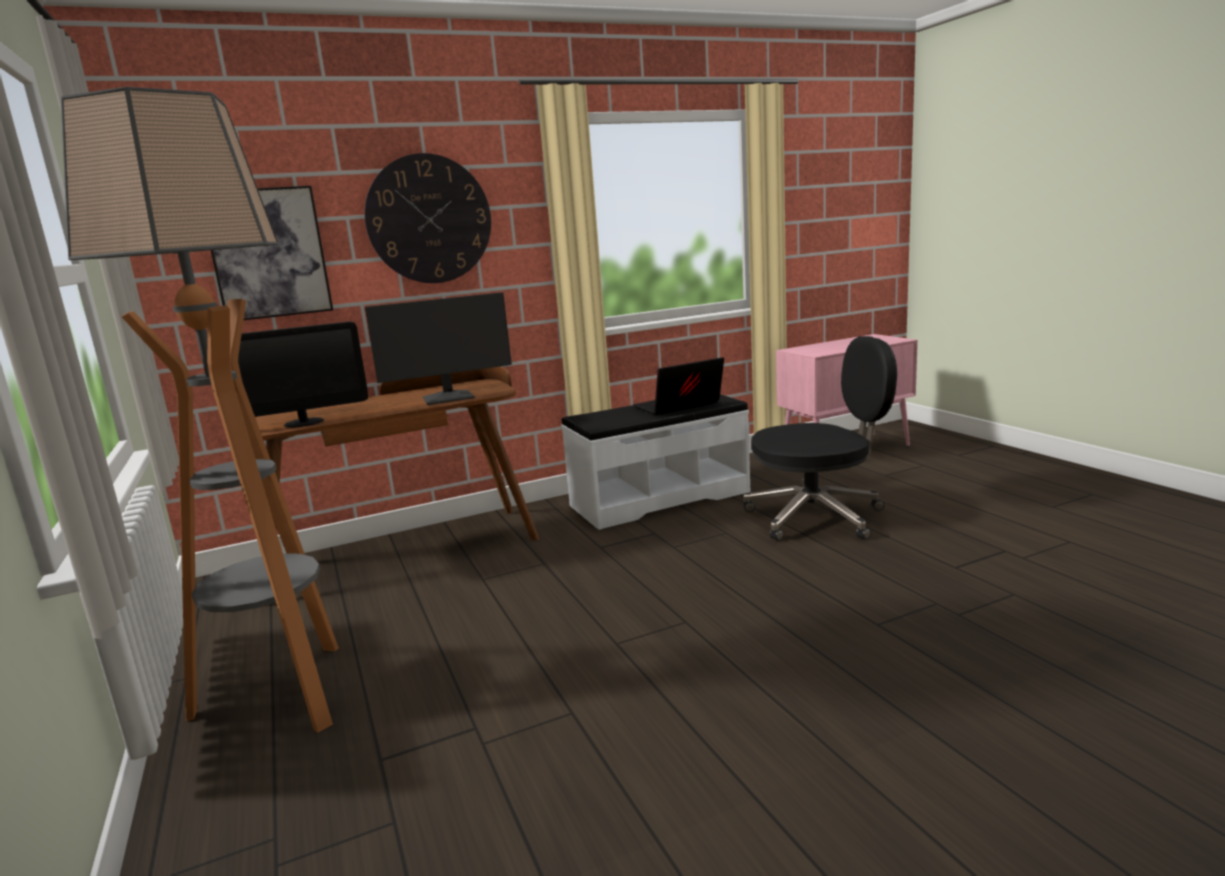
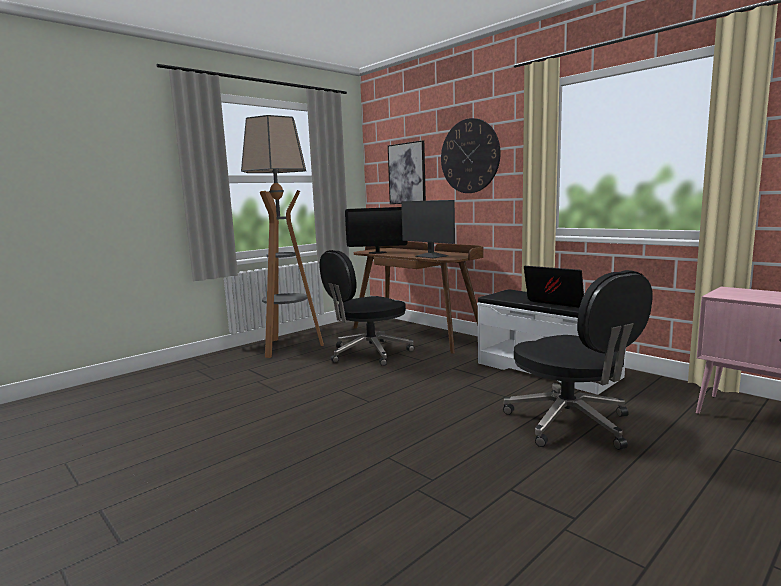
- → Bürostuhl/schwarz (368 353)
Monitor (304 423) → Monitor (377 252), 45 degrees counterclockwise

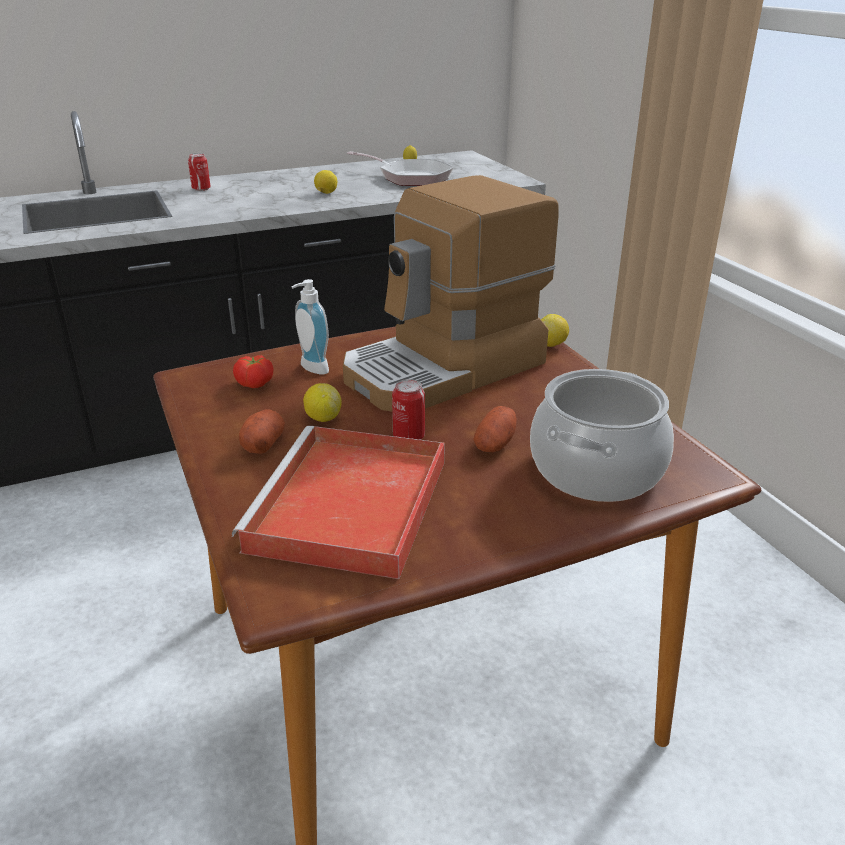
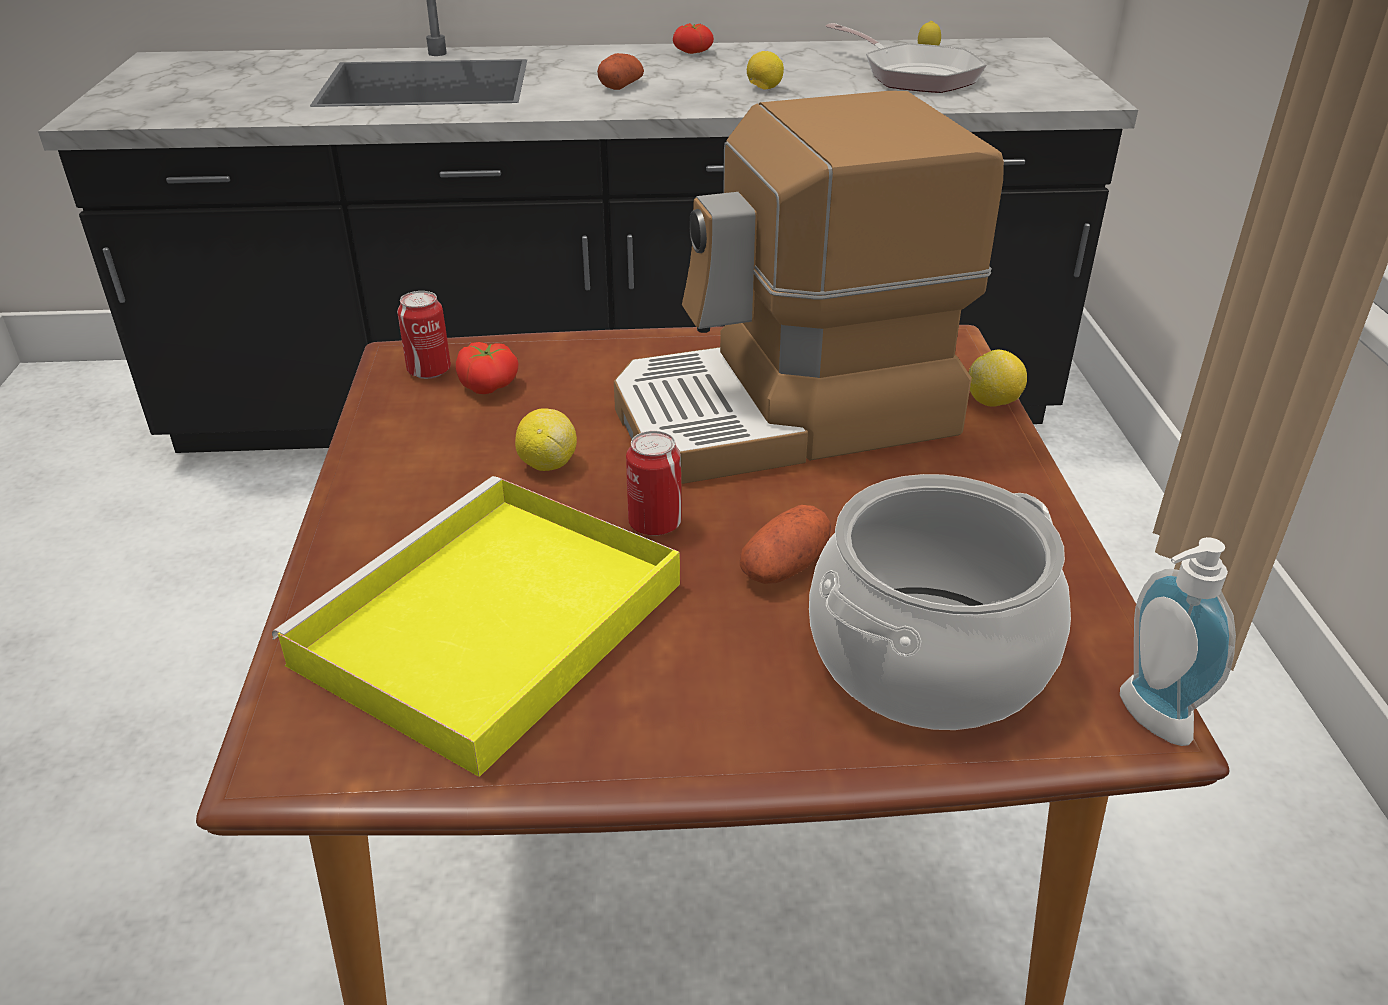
- → Tomate (692 51)
Dose (201 189) → Dose (429 371), move
Kartoffel (263 444) → Kartoffel (621 86), move
Seifenspender (311 369) → Seifenspender (1146 719), move
Tablett/rot (349 507) → Tablett/gelb (487 628)

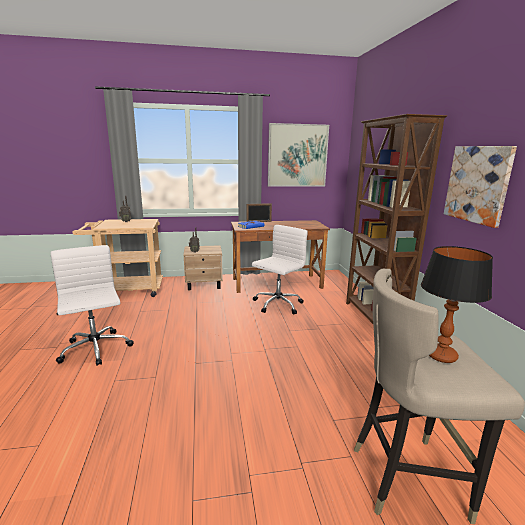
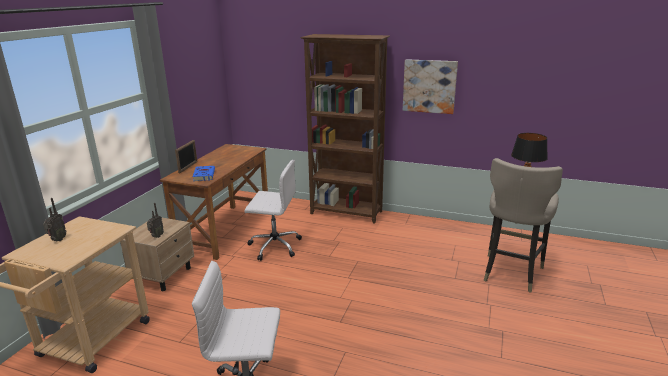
Bild (297 155) → -
Bürostuhl/weiß (277 305) → Bürostuhl/weiß (274 246), 120 degrees clockwise

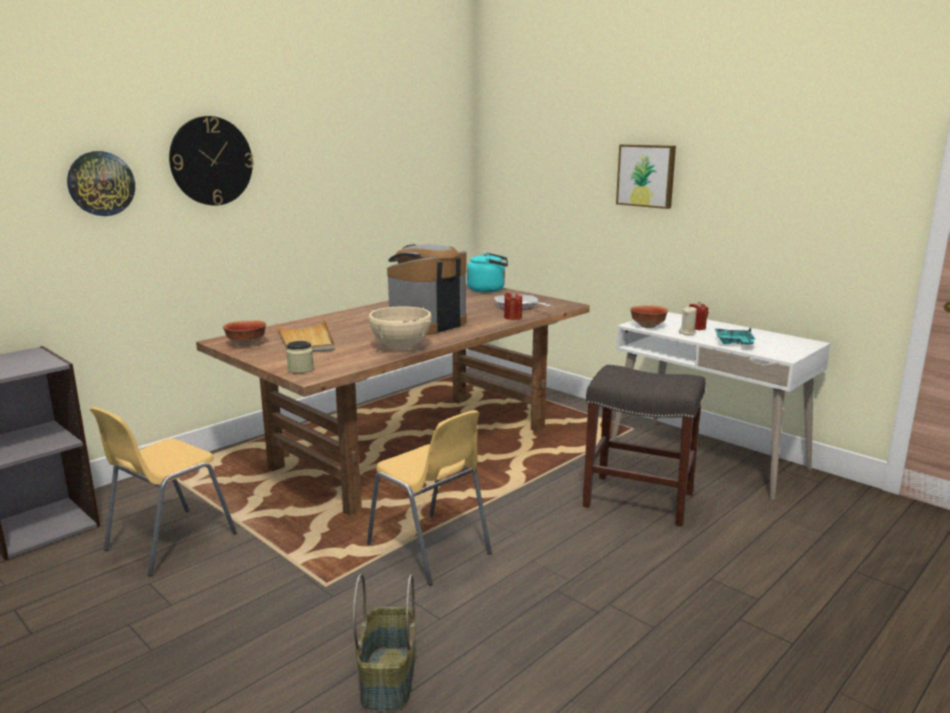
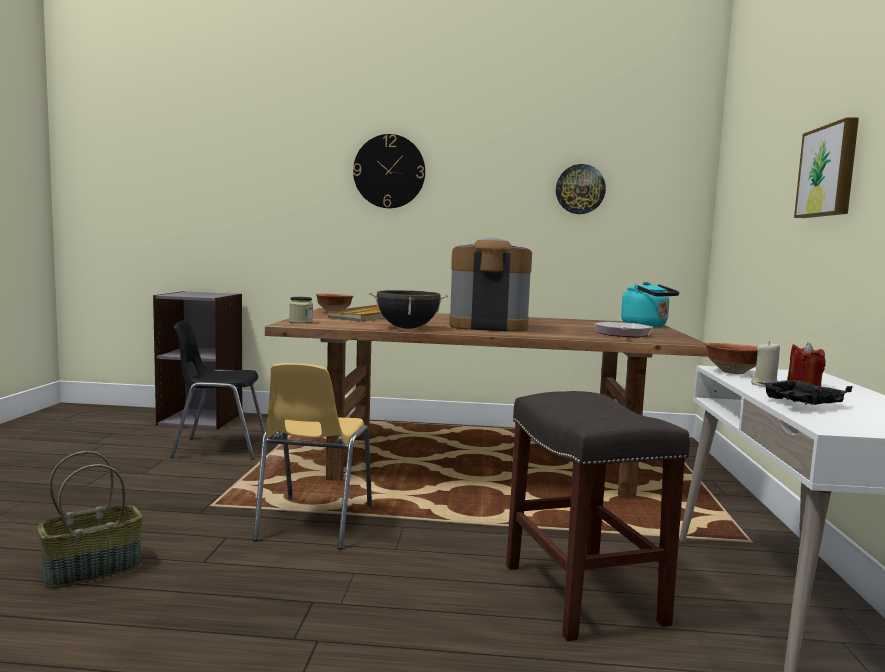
Kerze/rot (513 317) → -
Wanduhr (101 183) → Wanduhr (580 189), move
Stuhl/gelb (169 542) → Stuhl/schwarz (219 448)
Kochtopf/beige (401 347) → Kochtopf/schwarz (407 328)
Tablett/türkis (734 343) → Tablett/schwarz (800 403)

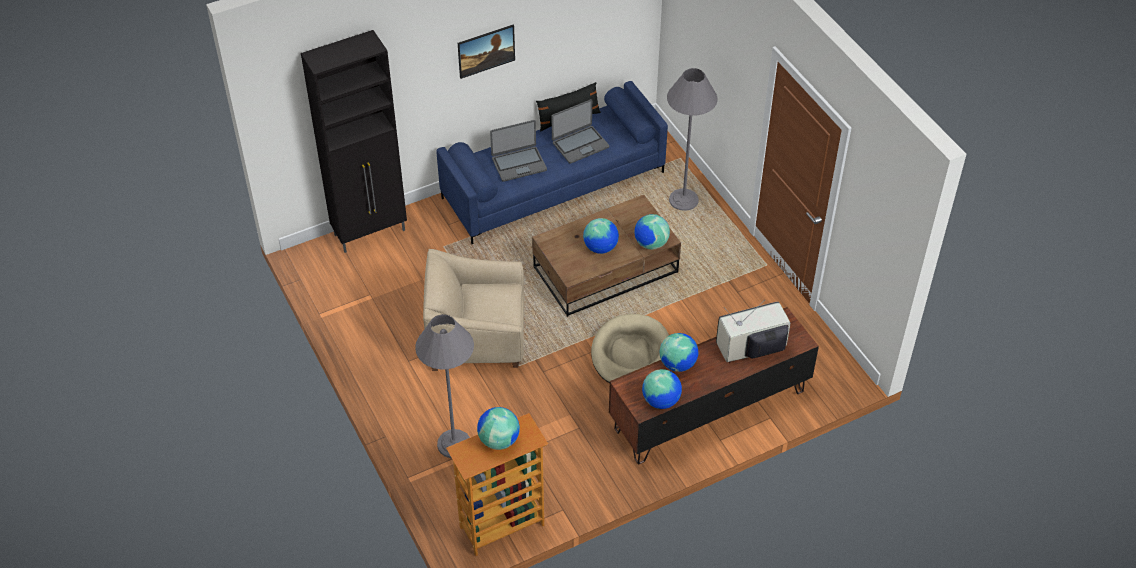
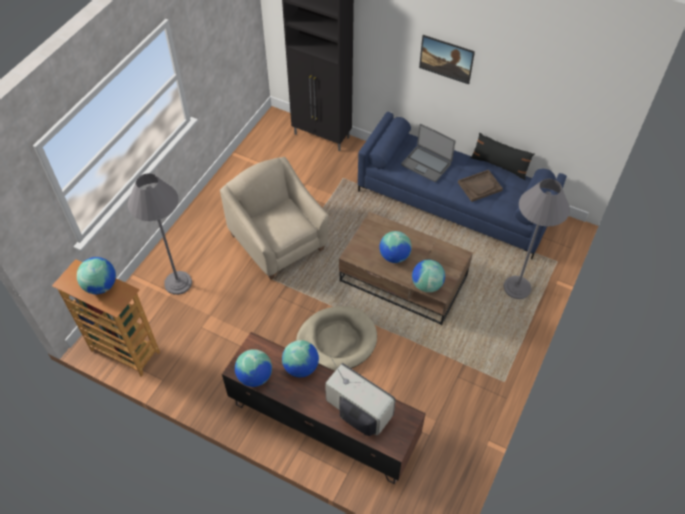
Laptop (580 144) → Tablett/braun (480 186)

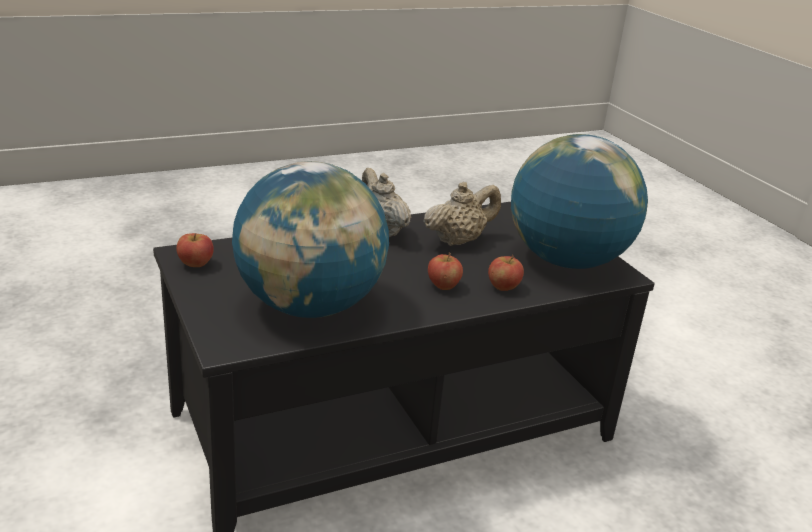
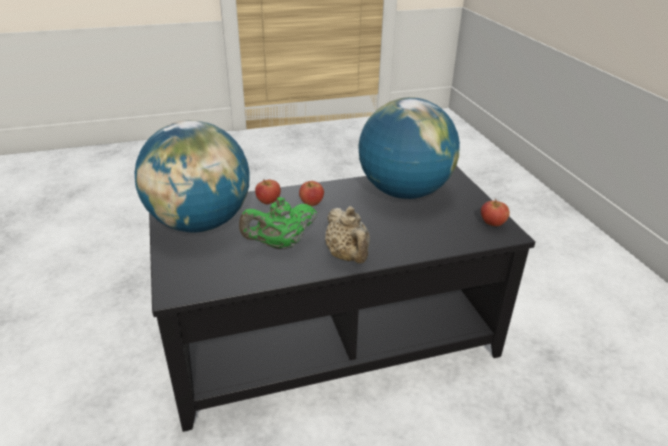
Teekanne/beige (458 240) → Teekanne/grün (280 245)

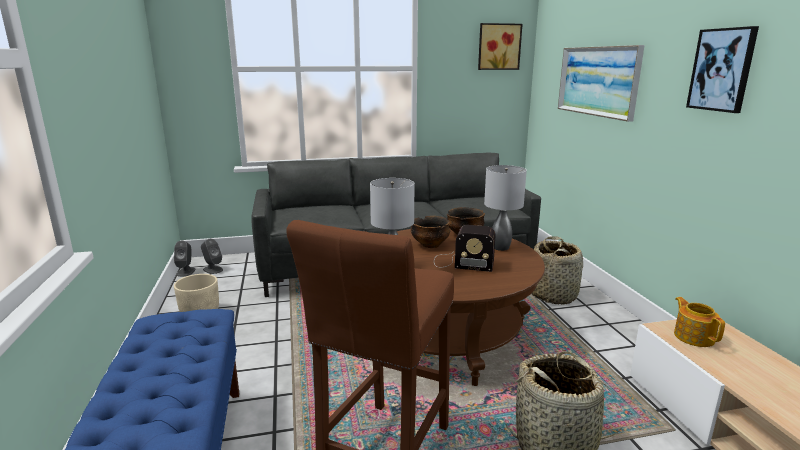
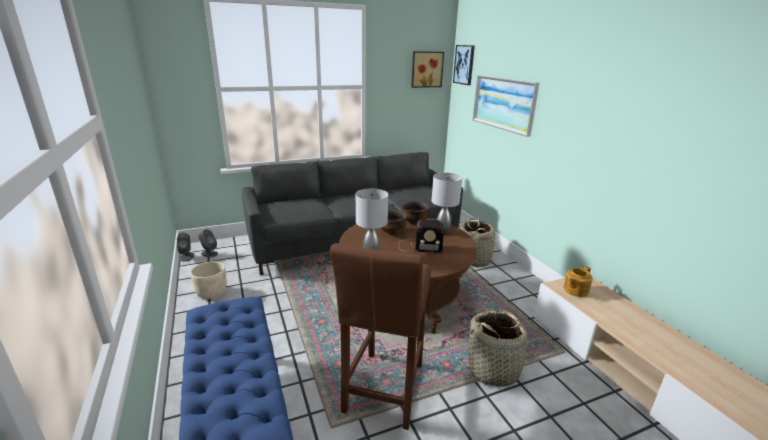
Bild (722 70) → Bild (464 64), move
Teekanne (693 336) → Teekanne (575 290), 105 degrees counterclockwise

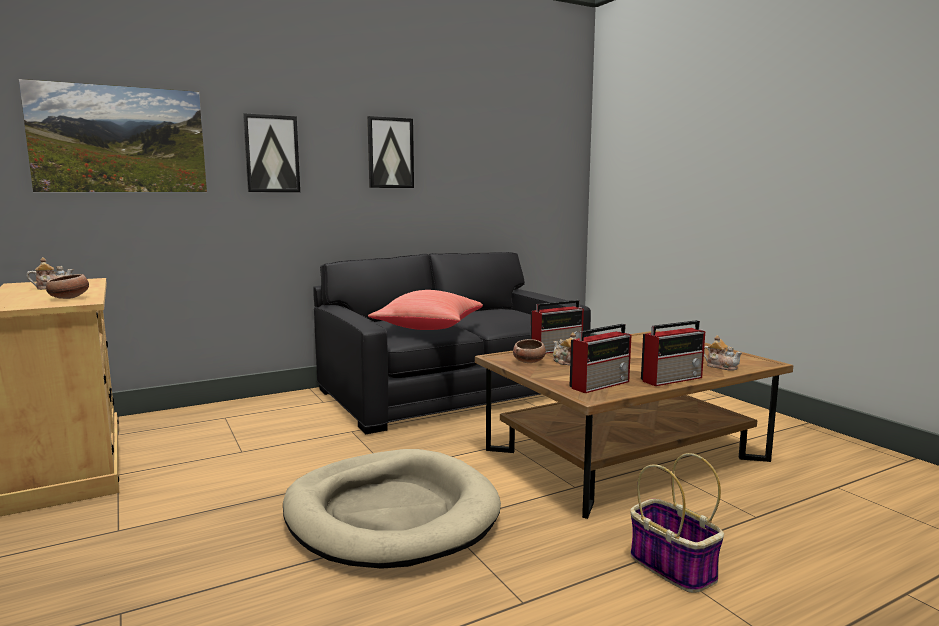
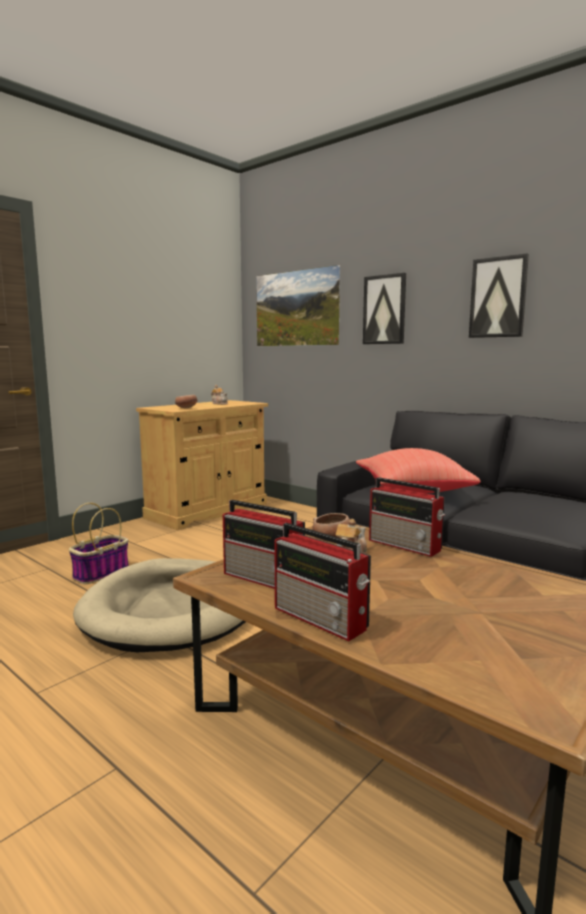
Teekanne (721 366) → -
Korb (670 566) → Korb (101 573), move

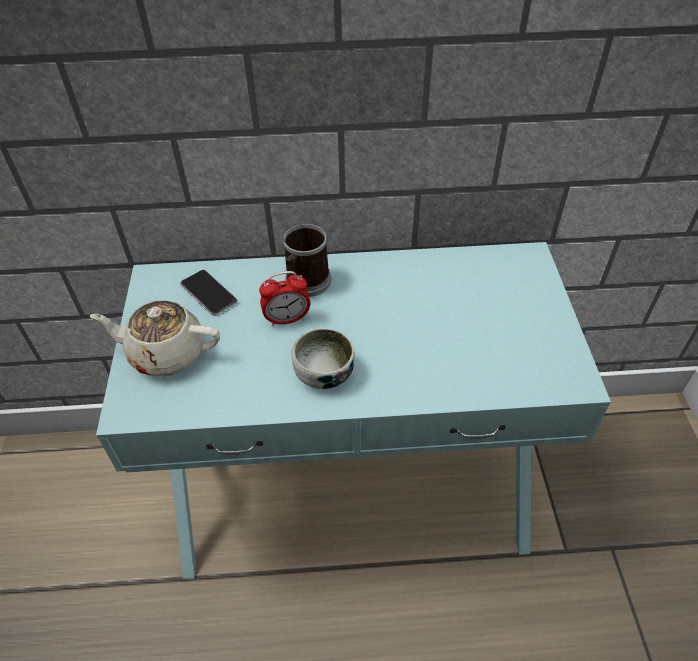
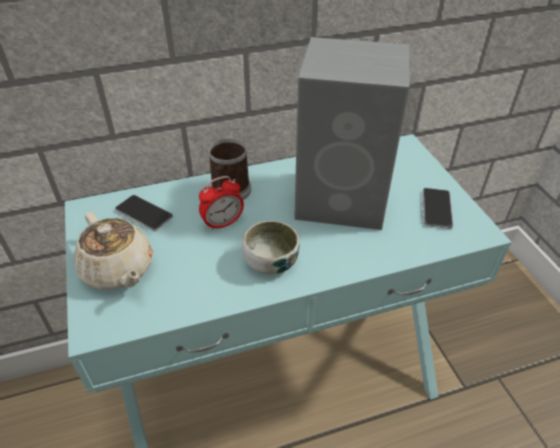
- → Lautsprecher/grau (343 200)
- → Handy (436 209)
Teekanne/beige (166 353) → Teekanne/beige (118 270), 120 degrees counterclockwise

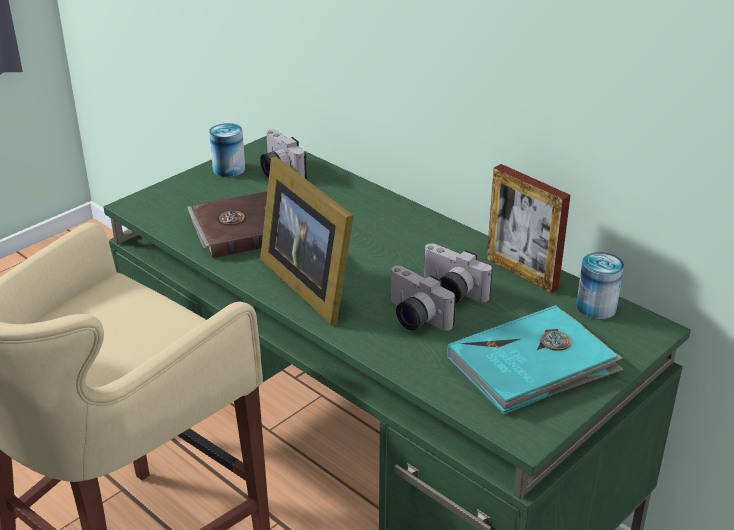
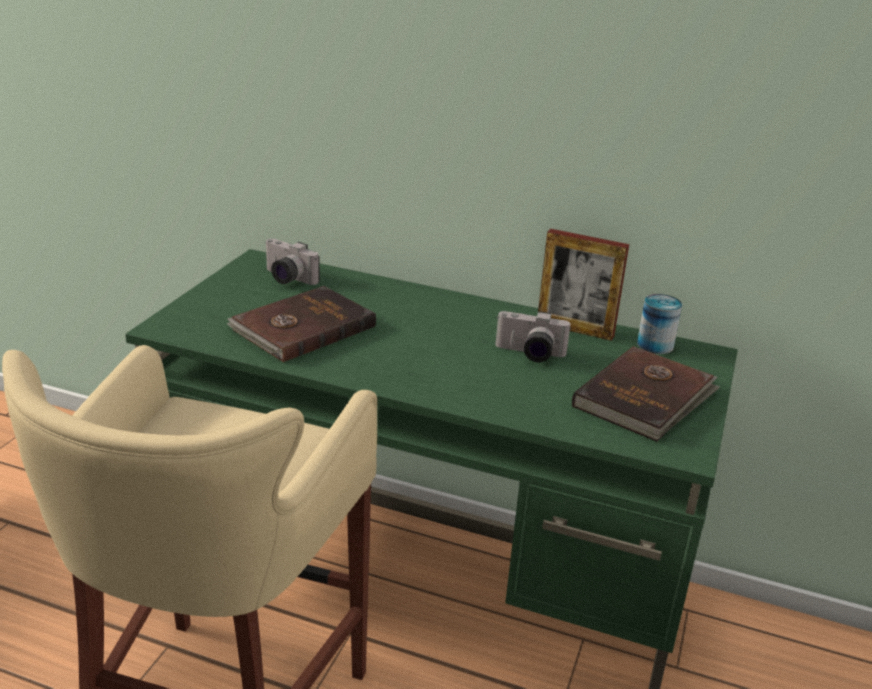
Dose (229 169) → -
Bilderrahmen (310 283) → -
Kamera (413 318) → -
Buch/türkis (533 365) → Buch/braun (646 398)

